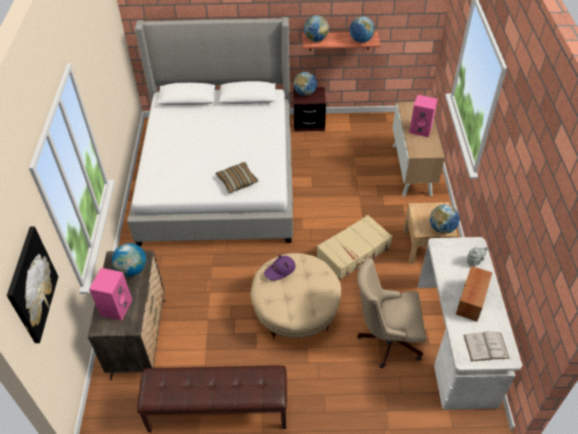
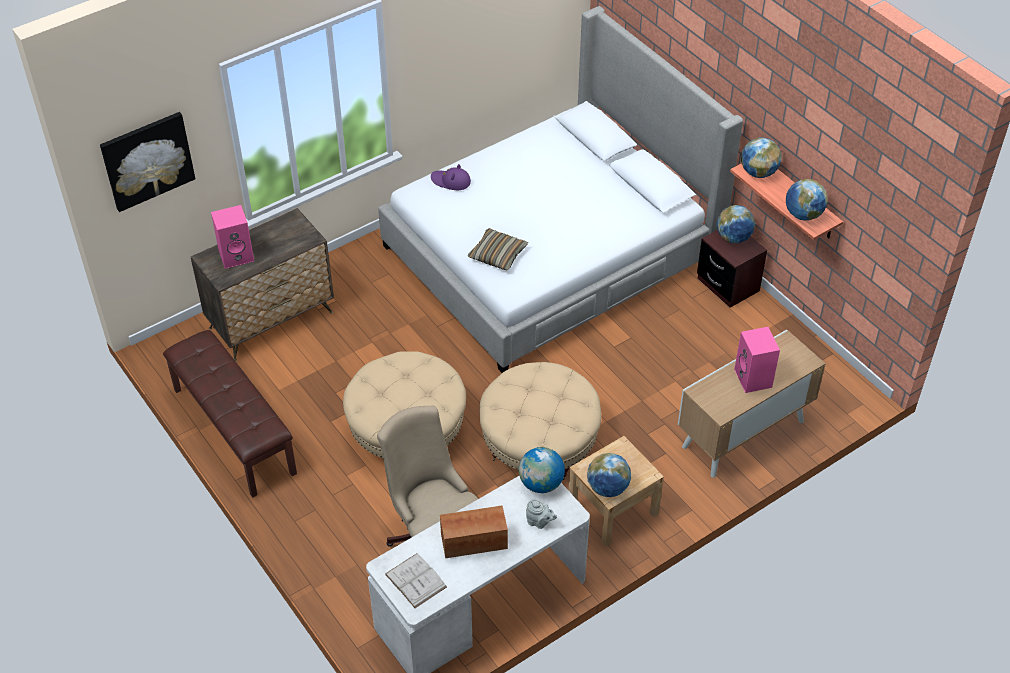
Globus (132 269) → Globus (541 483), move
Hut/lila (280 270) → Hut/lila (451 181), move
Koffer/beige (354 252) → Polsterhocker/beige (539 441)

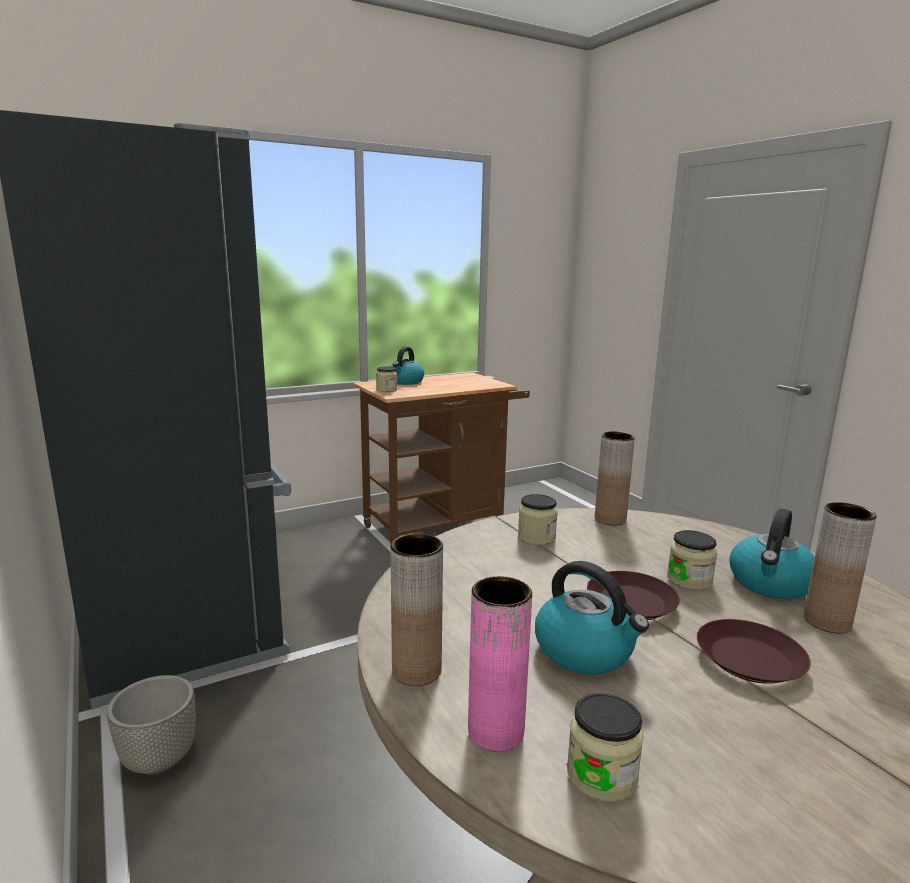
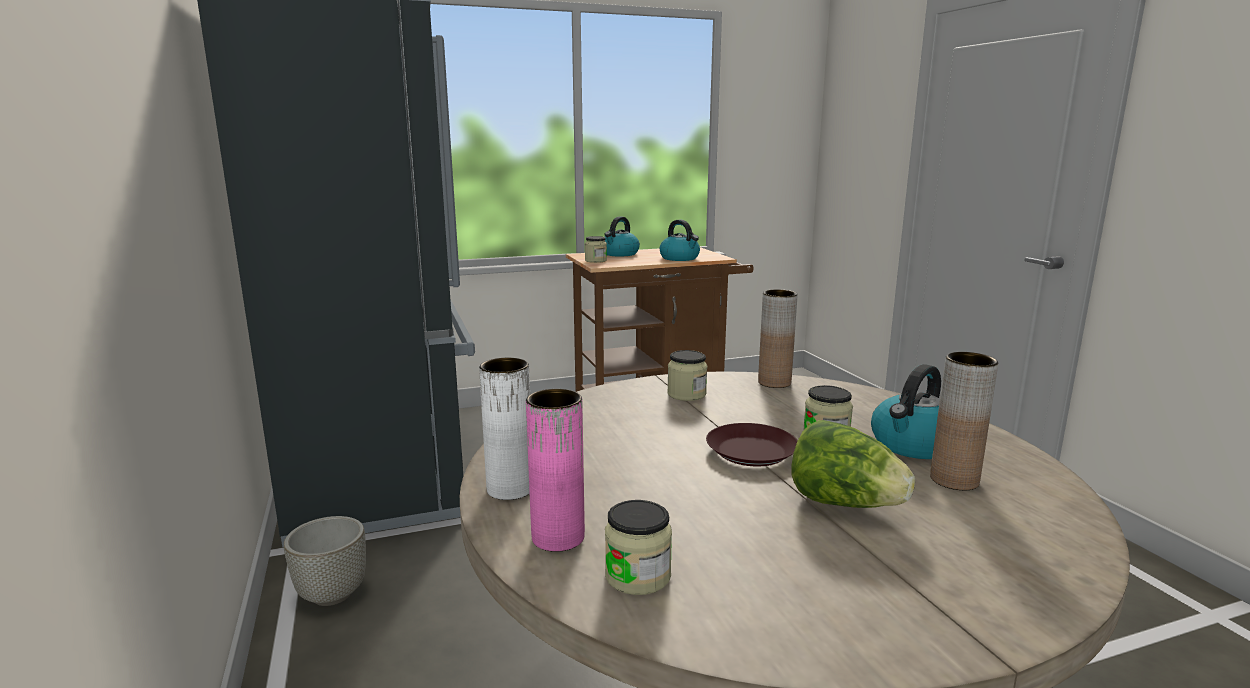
Wasserkessel (585 651) → Wasserkessel (680 258), move
Teller/braun (748 659) → Salatkopf (844 503)
Vase/braun (416 671) → Vase/weiß (510 489)

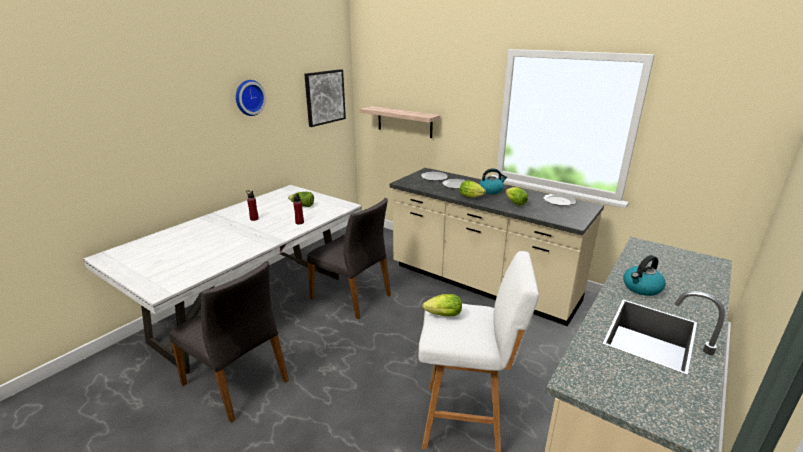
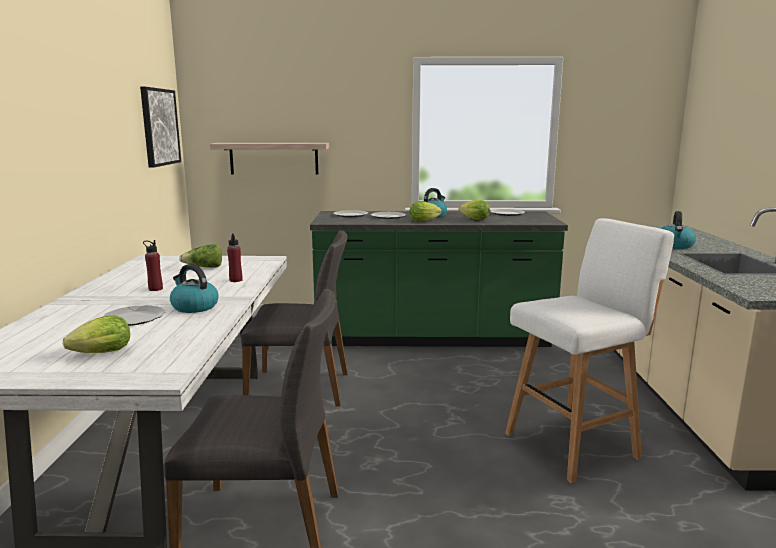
Wanduhr (249 97) → -
- → Teller (133 318)
- → Wasserkessel (194 307)
Salatkopf (441 315) → Salatkopf (99 354), move
Küchenzeile/beige (482 284) → Küchenzeile/grün (433 338)

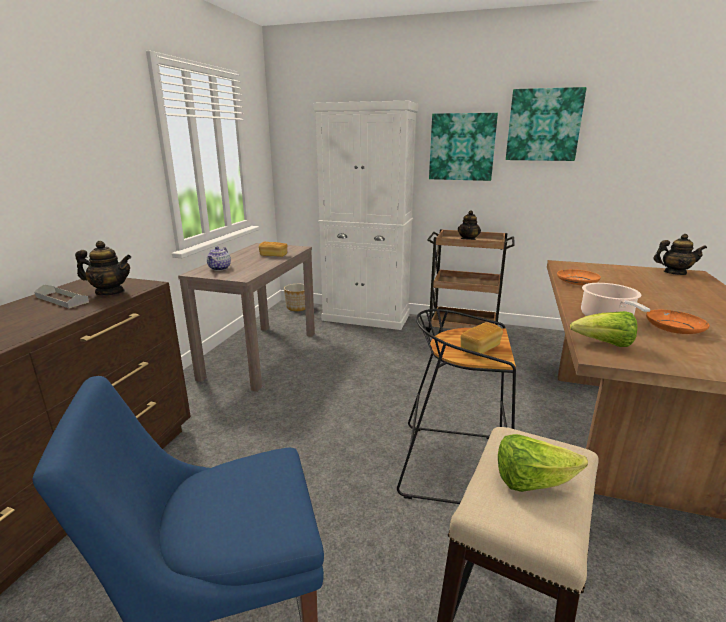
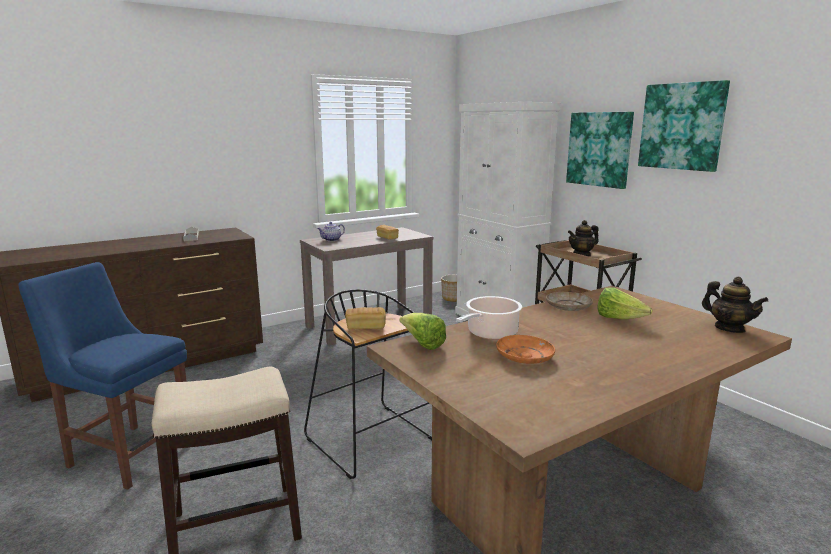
Teekanne (110 292) → -
Salatkopf (532 482) → Salatkopf (619 319), move
Teller/orange (577 282) → Teller/beige (568 307)

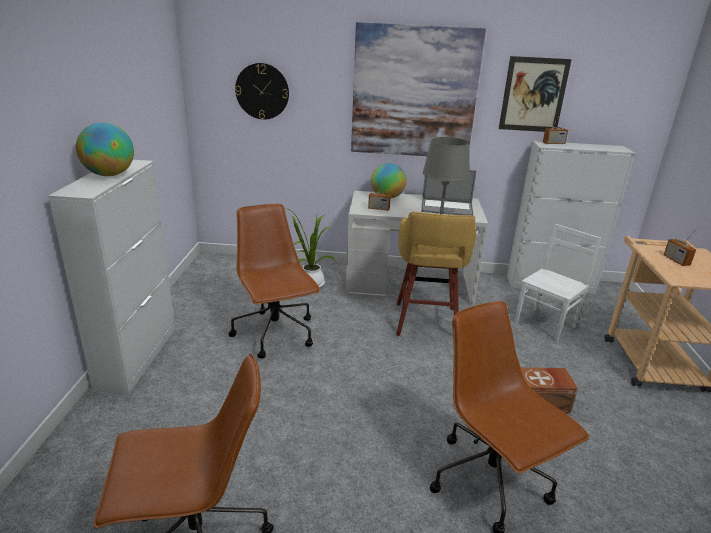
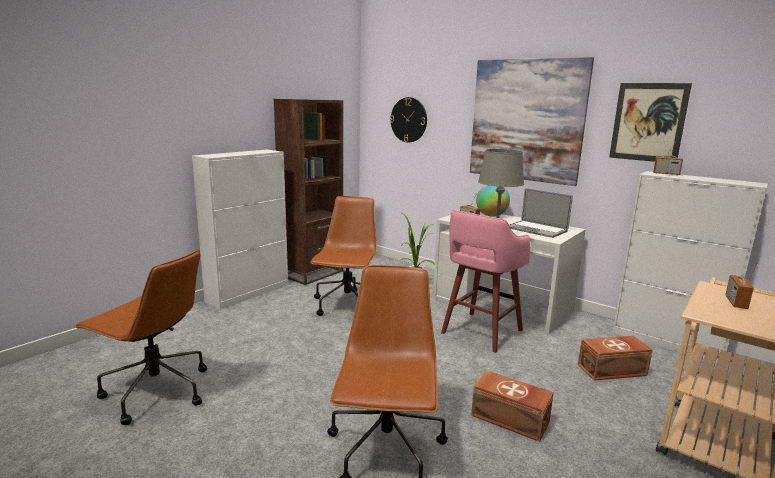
Globus (110 175) → -
- → Bücherregal/braun (312 273)
Stuhl/weiß (546 325) → Aufbewahrungsbox/braun (613 370)
Hocker/gelb (425 322) → Hocker/rosa (480 332)

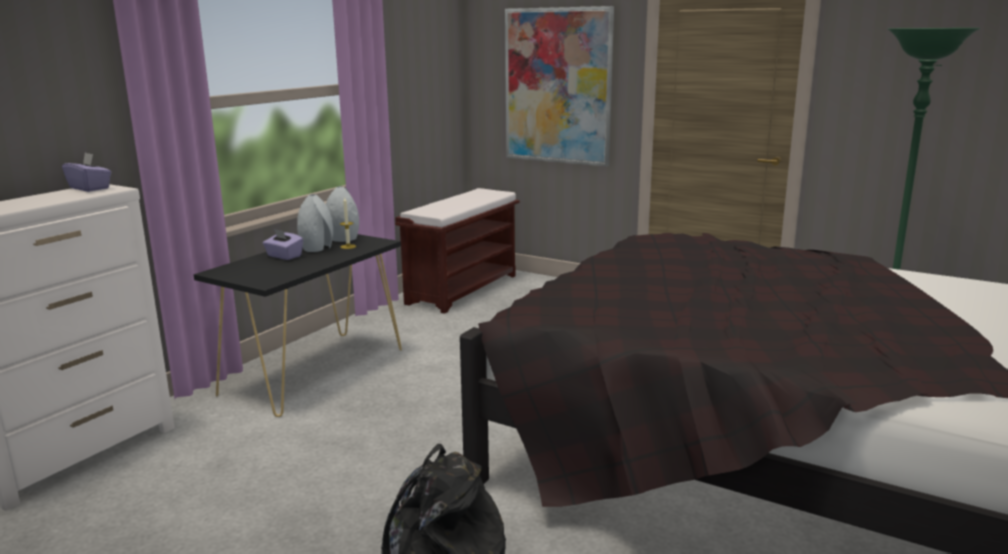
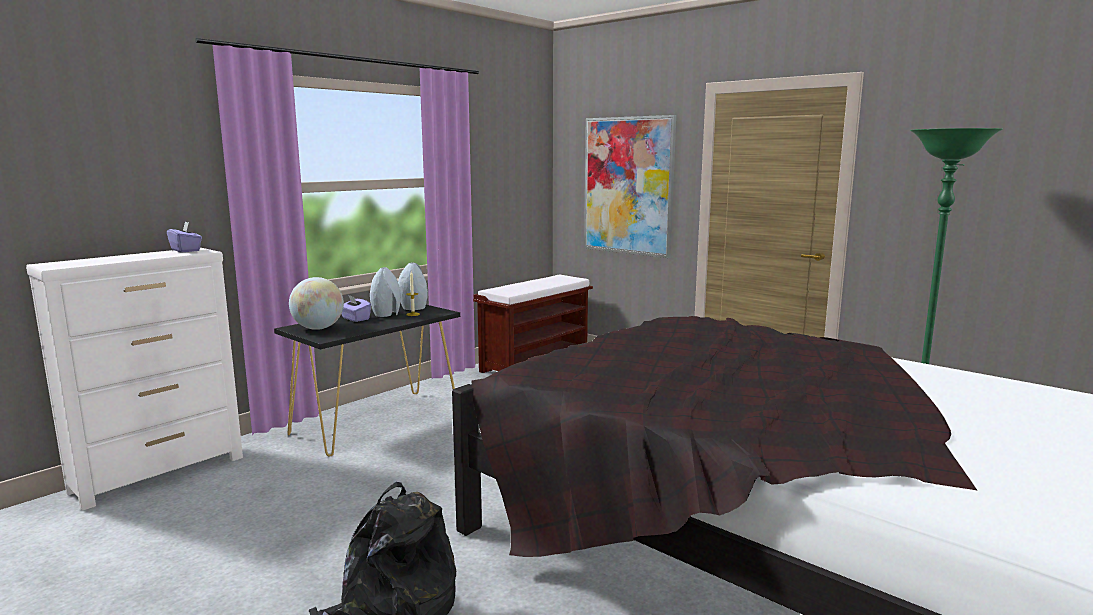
- → Globus (318 328)

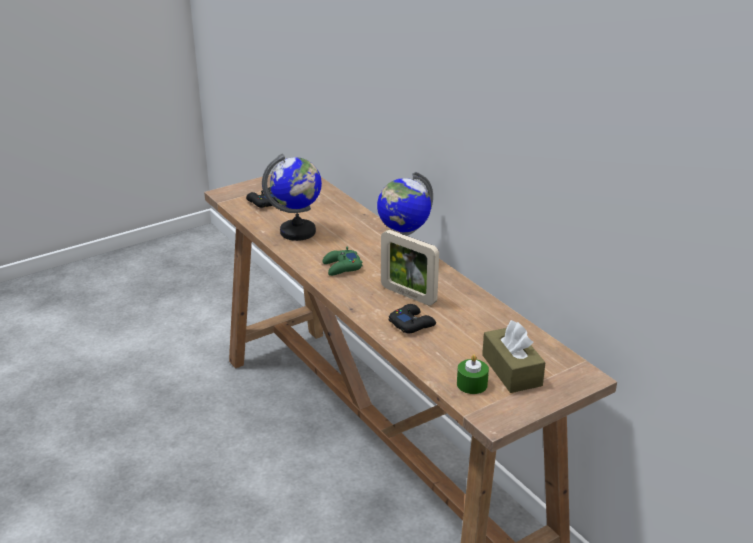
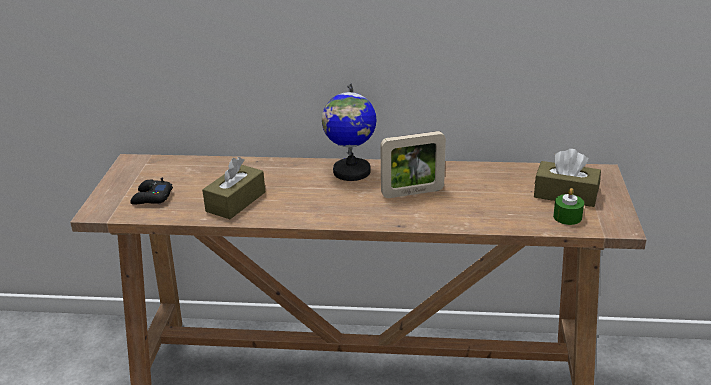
Gamepad/grün (342 267) → -
Gamepad/schwarz (412 324) → -
Globus (298 232) → Taschentuchbox/braun (236 202)

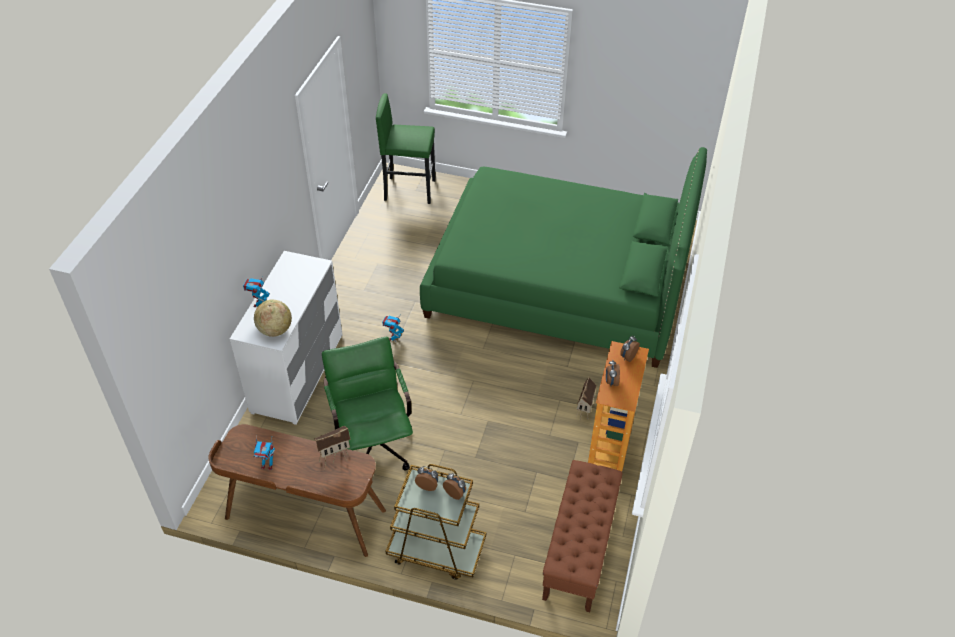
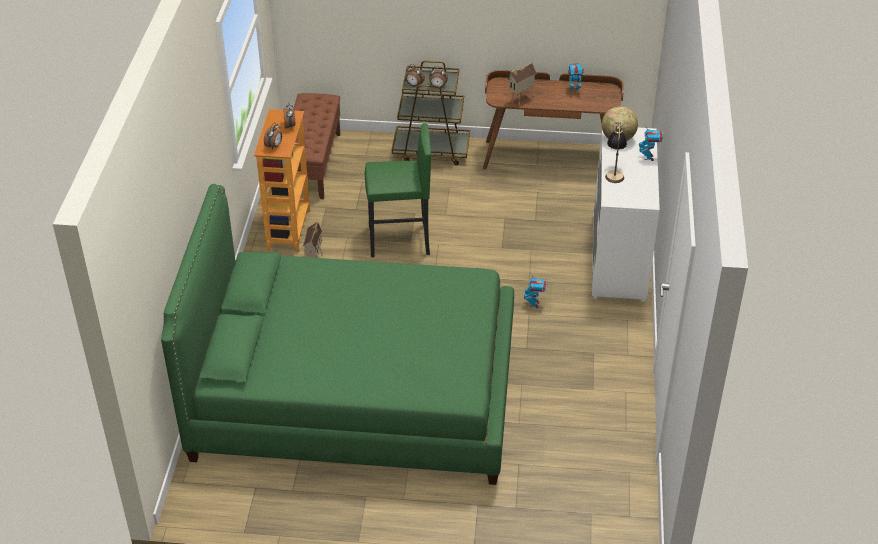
Bürostuhl/grün (373 442) → -
- → Tischlampe (614 172)
Hocker/grün (409 190) → Hocker/grün (399 241), move

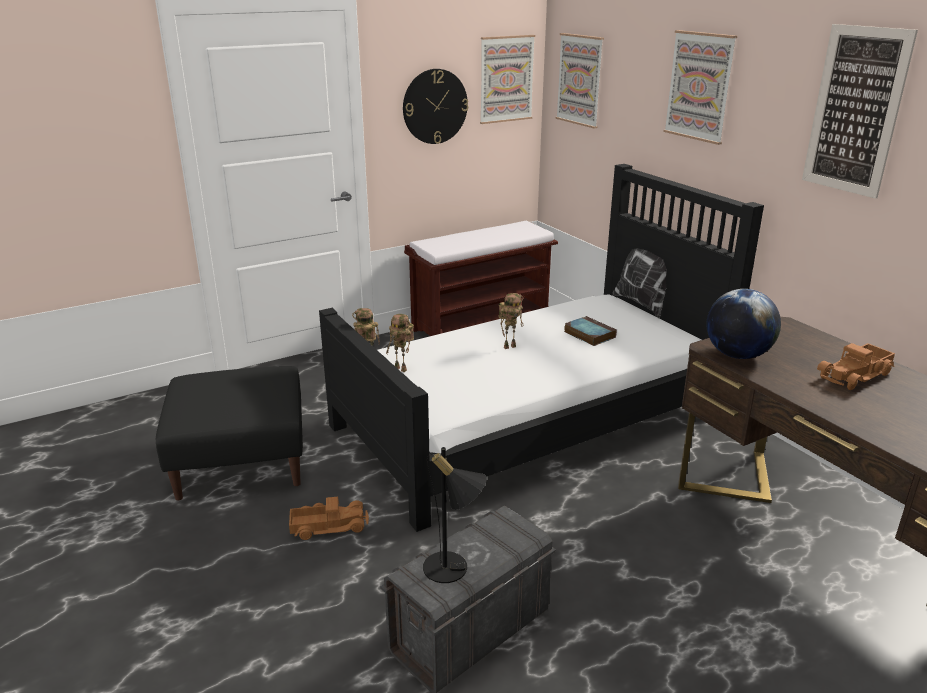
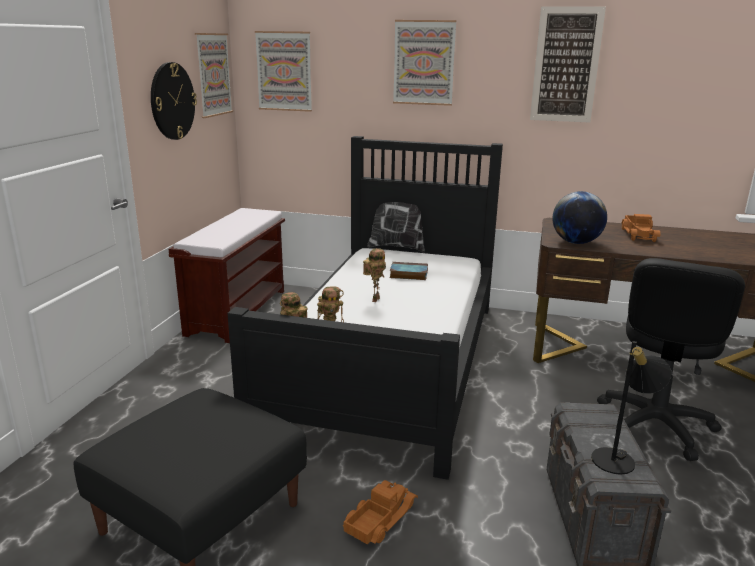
- → Bürostuhl/schwarz (654 425)

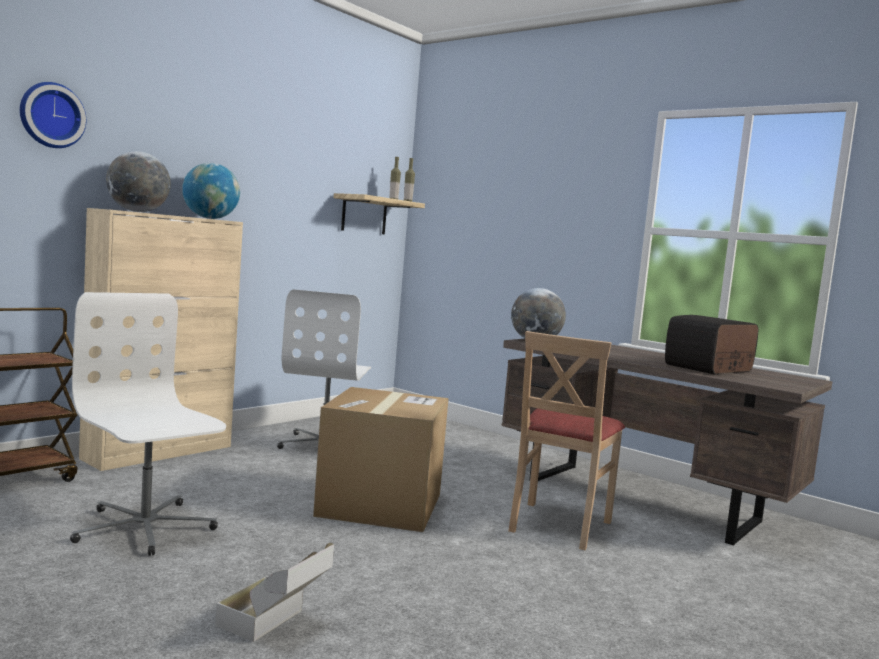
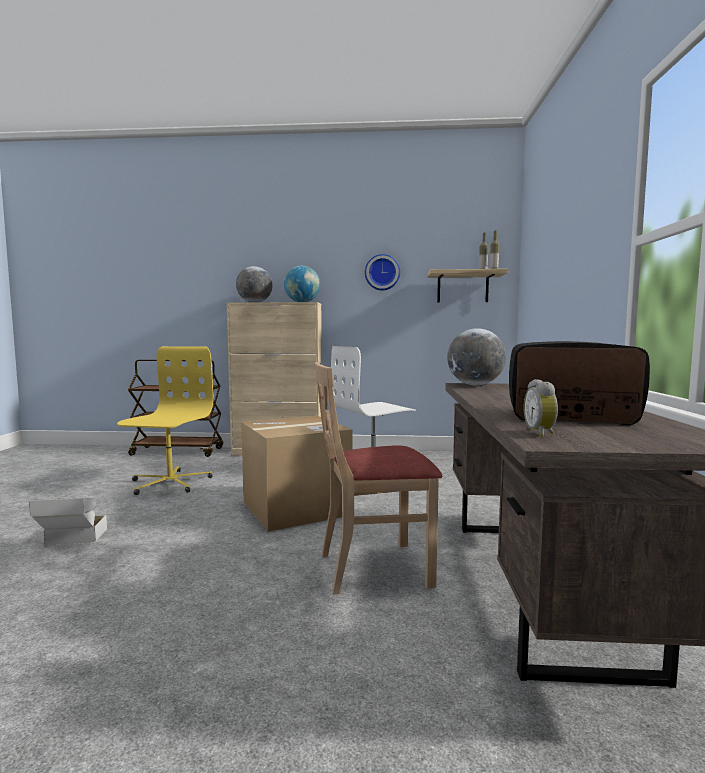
- → Wecker (541 433)
Wanduhr (51 115) → Wanduhr (382 272), move
Bürostuhl/weiß (144 528) → Bürostuhl/gelb (169 483)

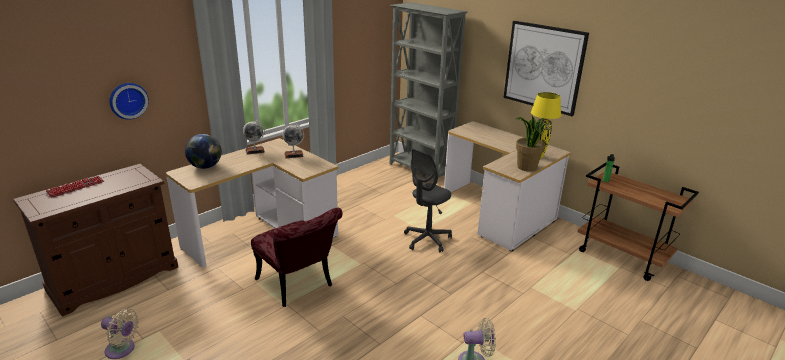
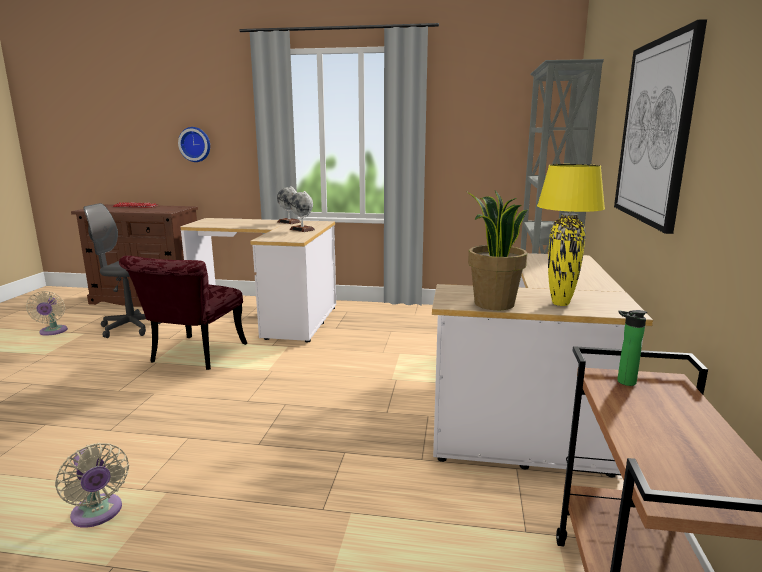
Globus (205 167) → -
Bürostuhl/grau (427 240) → Bürostuhl/grau (130 328), move

